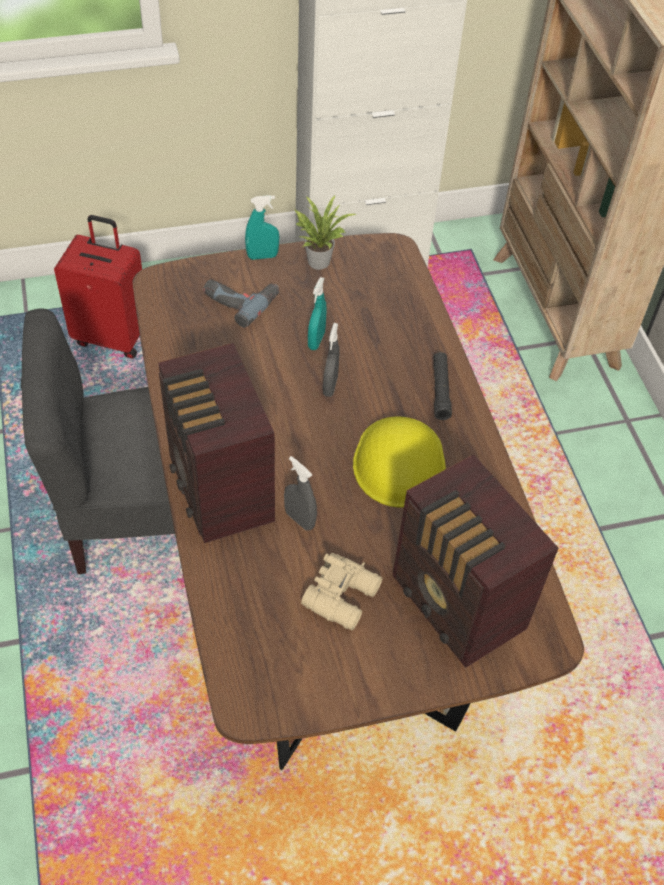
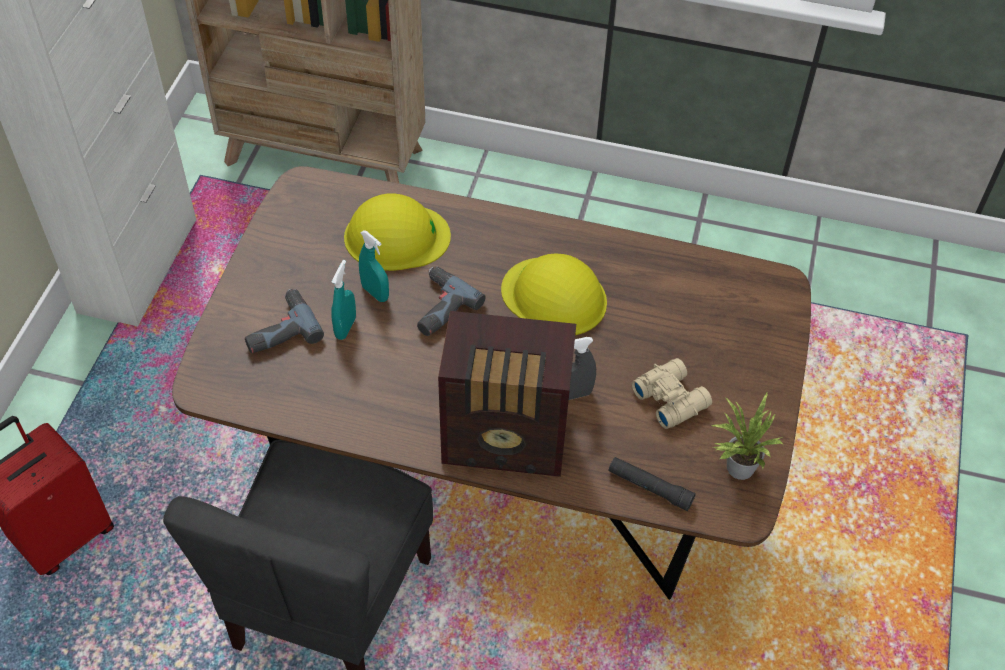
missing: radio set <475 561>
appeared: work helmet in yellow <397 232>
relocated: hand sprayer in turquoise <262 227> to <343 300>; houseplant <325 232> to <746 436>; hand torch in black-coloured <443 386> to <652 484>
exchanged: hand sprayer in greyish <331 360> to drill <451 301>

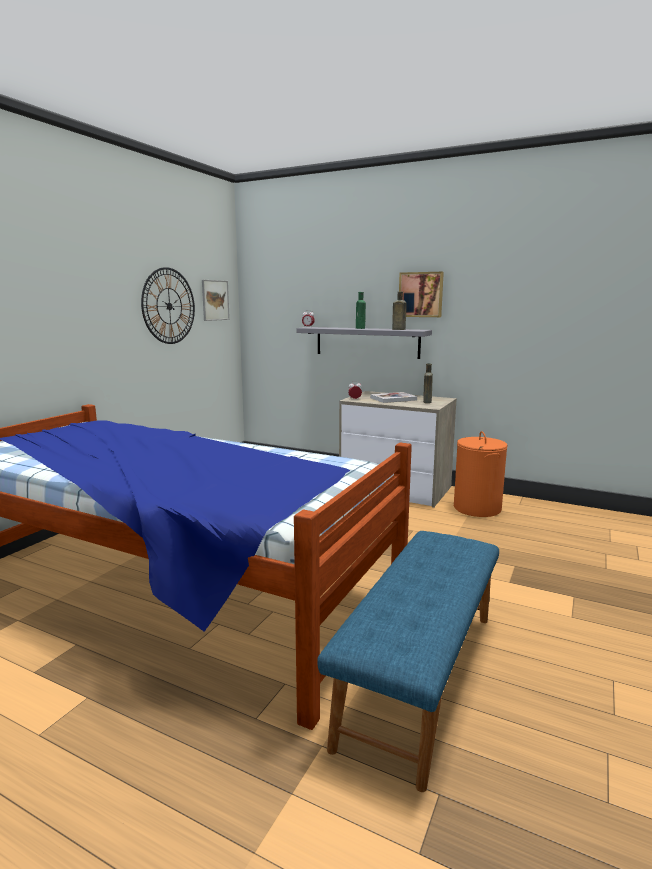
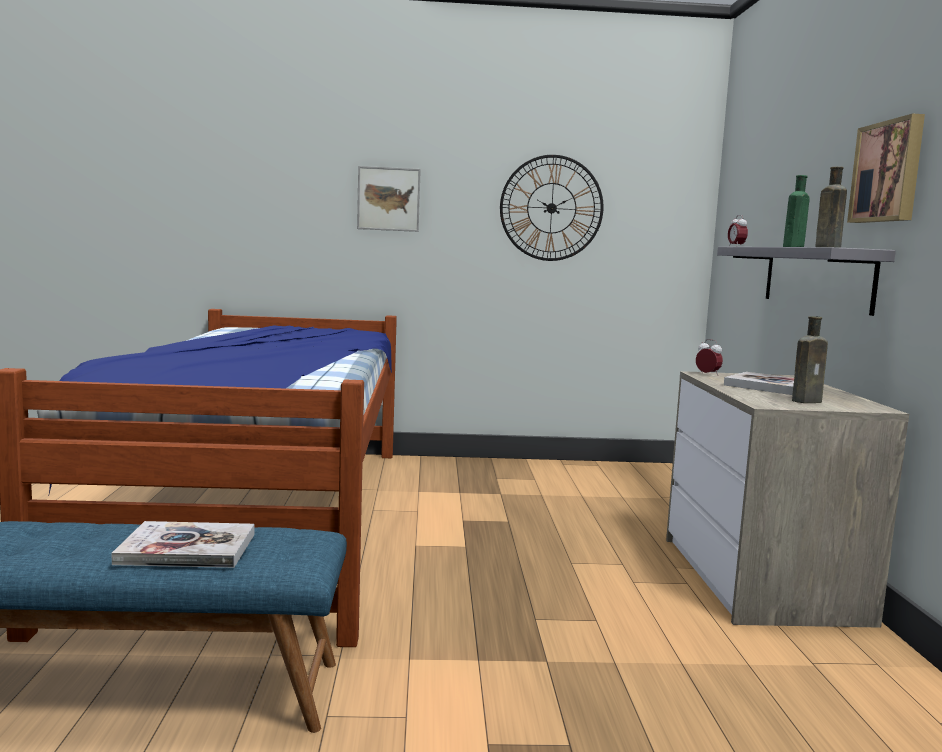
missing: laundry basket in orange <481 474>
appeared: bound book <183 544>
relocated: wall art <216 300> to <389 199>

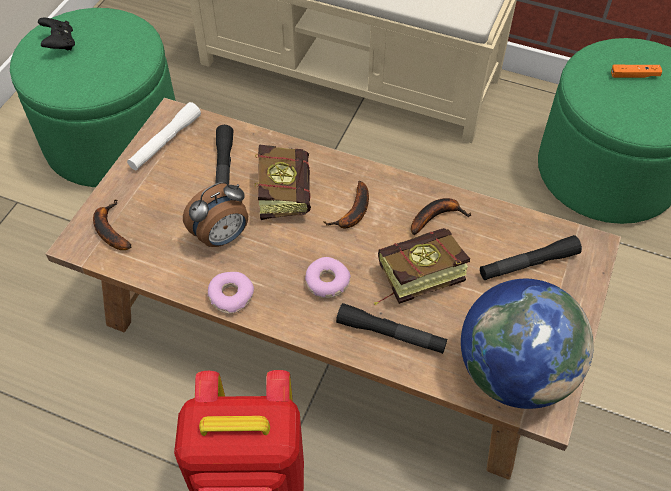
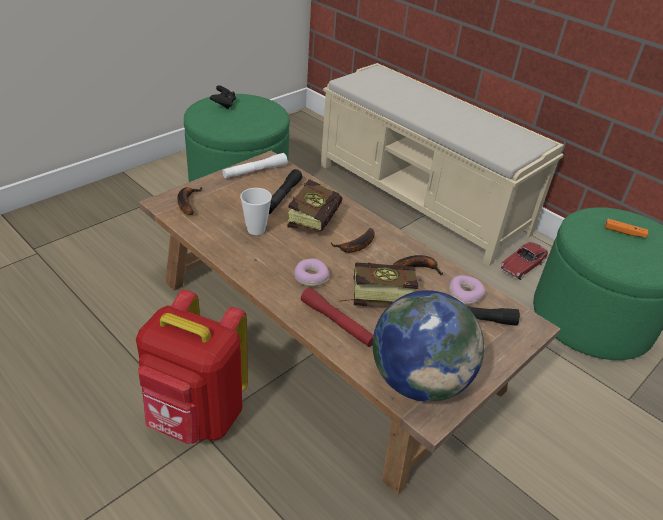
appeared: model car <524 261>
relocated: doughnut <231 293> to <467 289>
exchanged: alarm clock <215 214> to cup <256 211>
colour: hand torch in black-coloured <391 328> to hand torch in reddish <337 317>

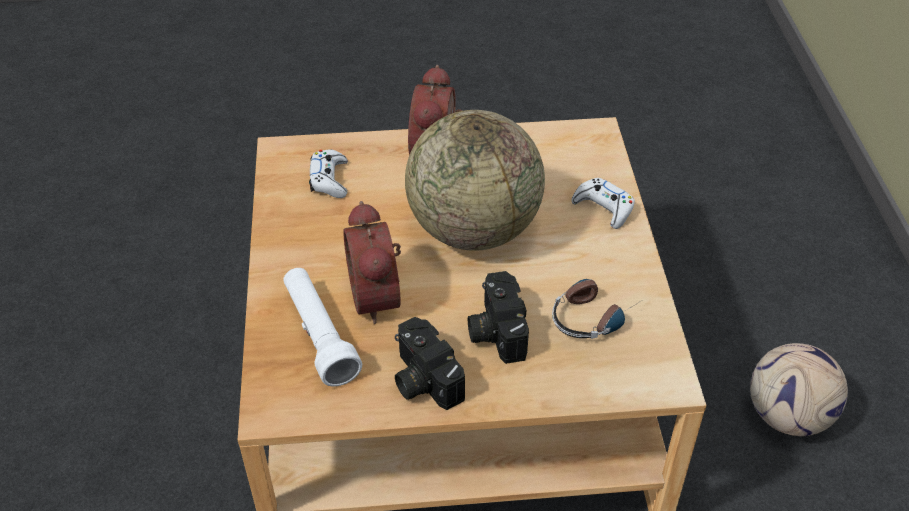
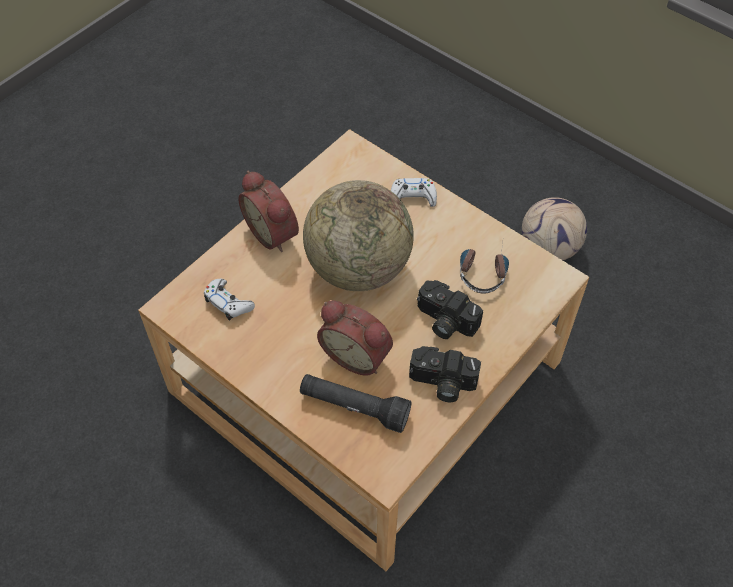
colour: hand torch in white <322 327> to hand torch in black-coloured <356 403>

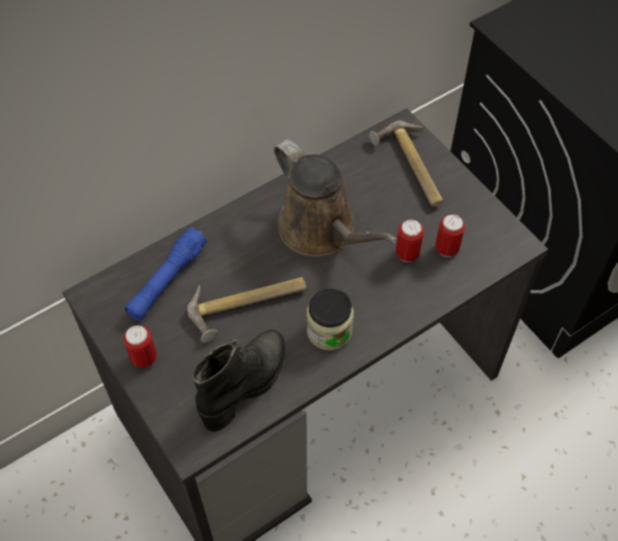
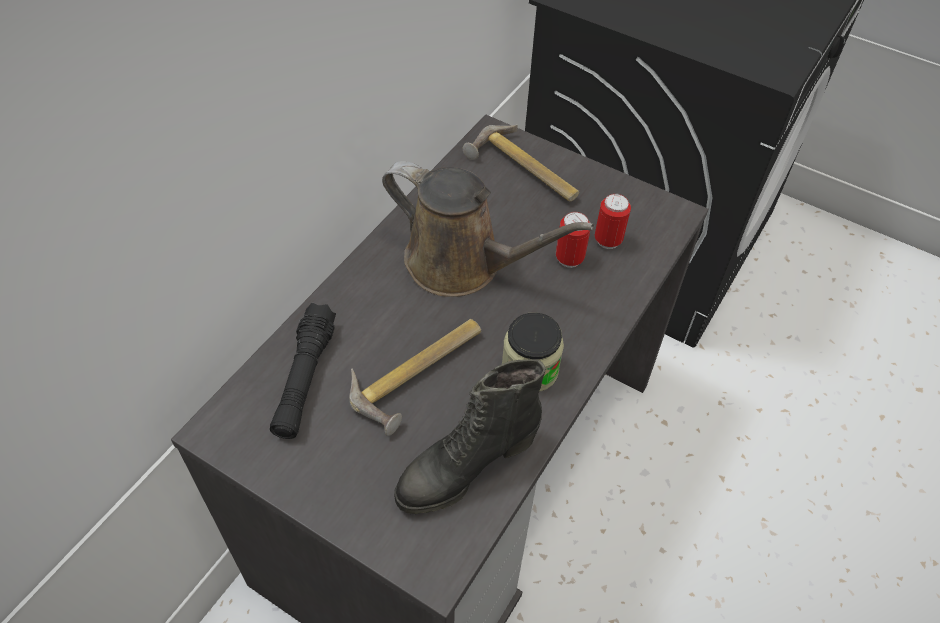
missing: sealed can <140 346>
colour: hand torch in bluish <165 274> to hand torch in black-coloured <303 371>
spun: high-top boot in black-coloured <239 381> = <470 436> 135 degrees counterclockwise

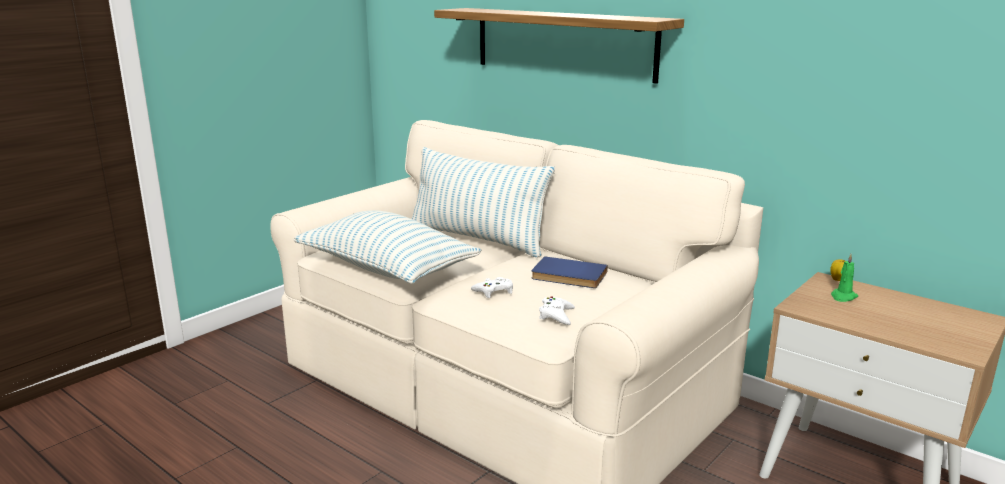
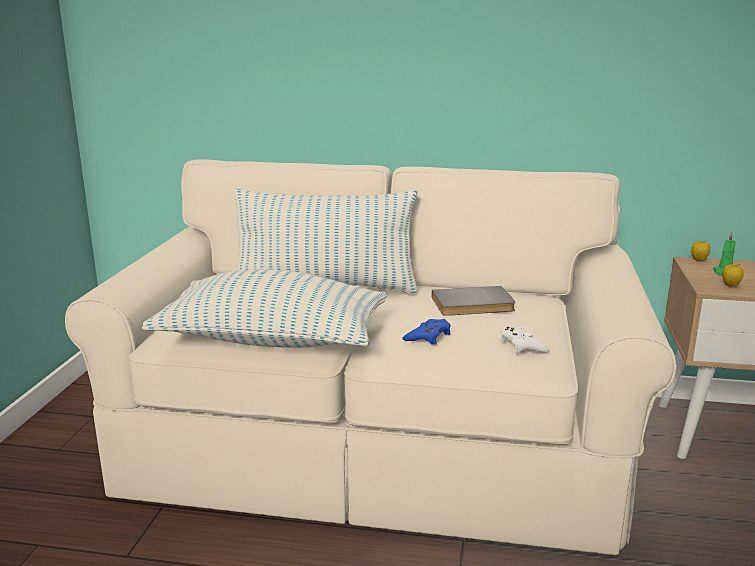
missing: shelf <559 46>
appeared: whole apple <733 275>
colour: gamepad in white <492 287> to gamepad in bluish <426 332>; bound book in bluish <569 272> to bound book in greyish <474 301>

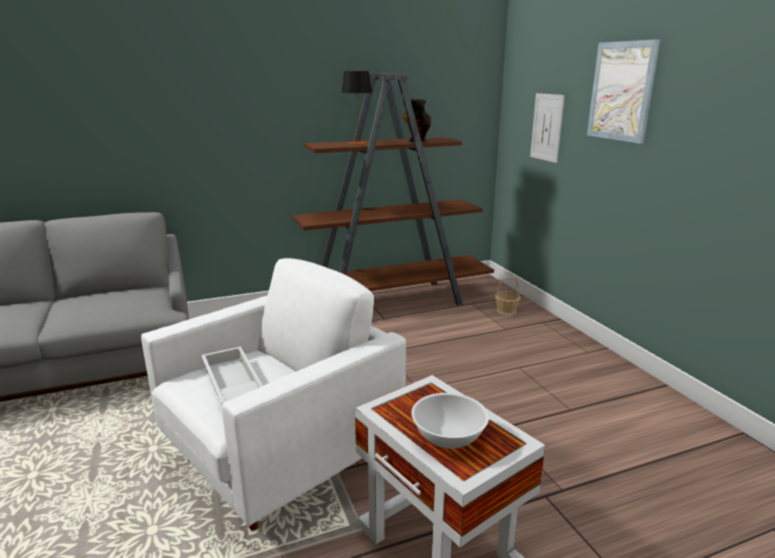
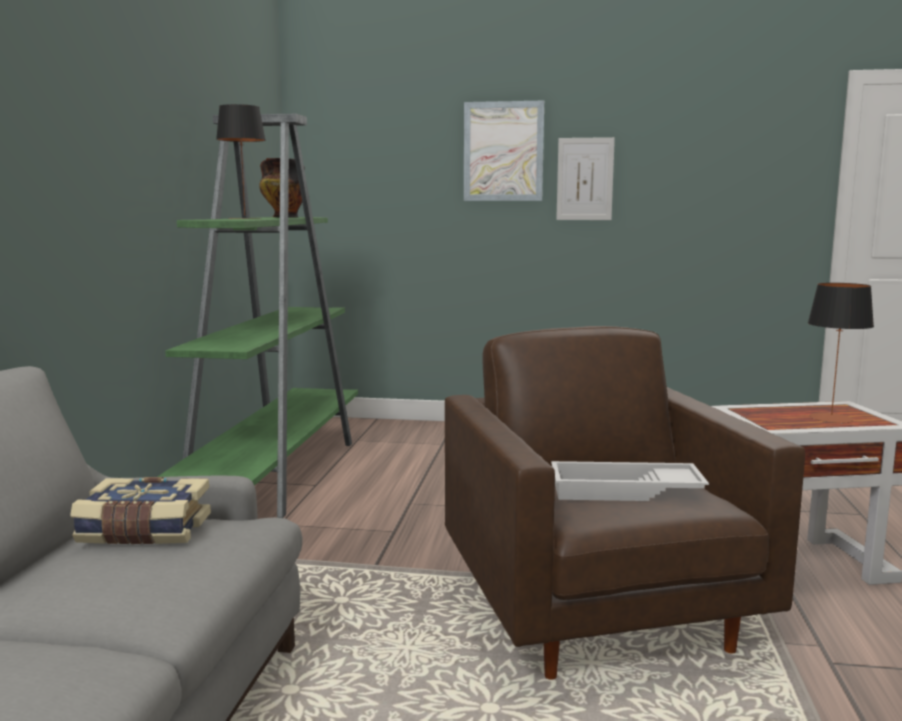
missing: household basket <508 295>
appeared: bound book <140 510>
relocated: wall art <547 128> to <585 178>
exchanged: bowl in white <450 421> to table lamp <841 353>
colour: easy chair in white <273 394> to easy chair in brown-coloured <625 503>; shelving unit in brown-coloured <393 189> to shelving unit in greenish <257 316>

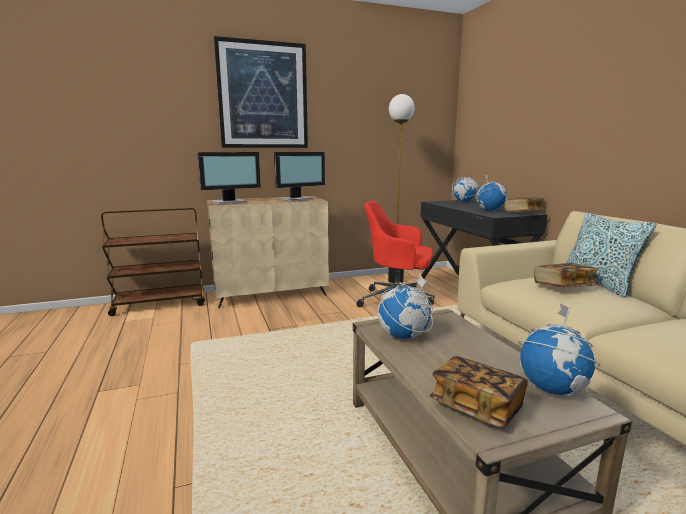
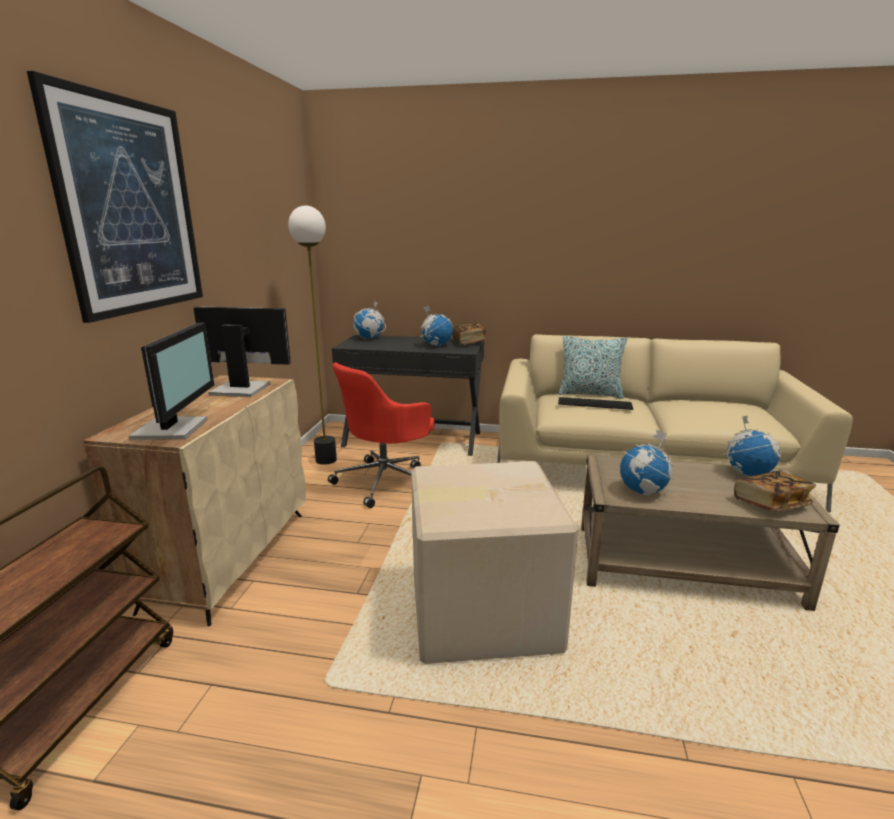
appeared: cardboard box <494 562>
exchanged: bound book <566 275> to PC keyboard <595 403>
spun: computer screen <299 177> = <242 352> 75 degrees counterclockwise

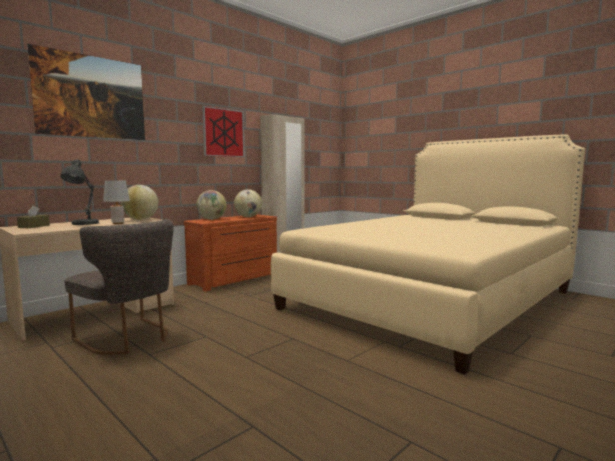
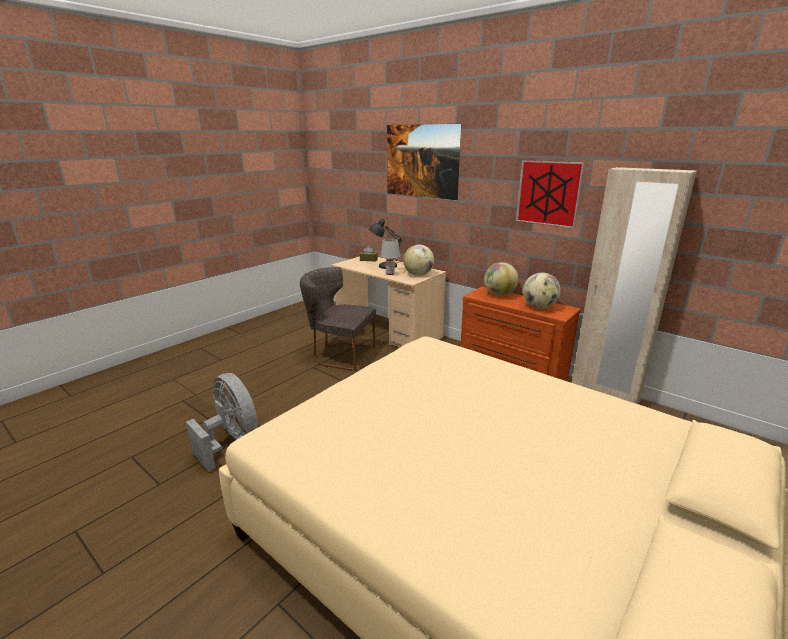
appeared: fan in greyish <222 422>
spun: chair in greyish <119 287> = <338 319> 75 degrees clockwise

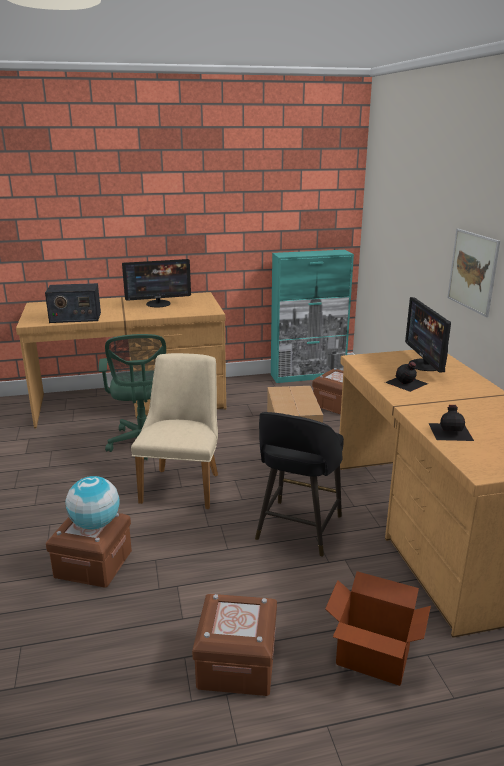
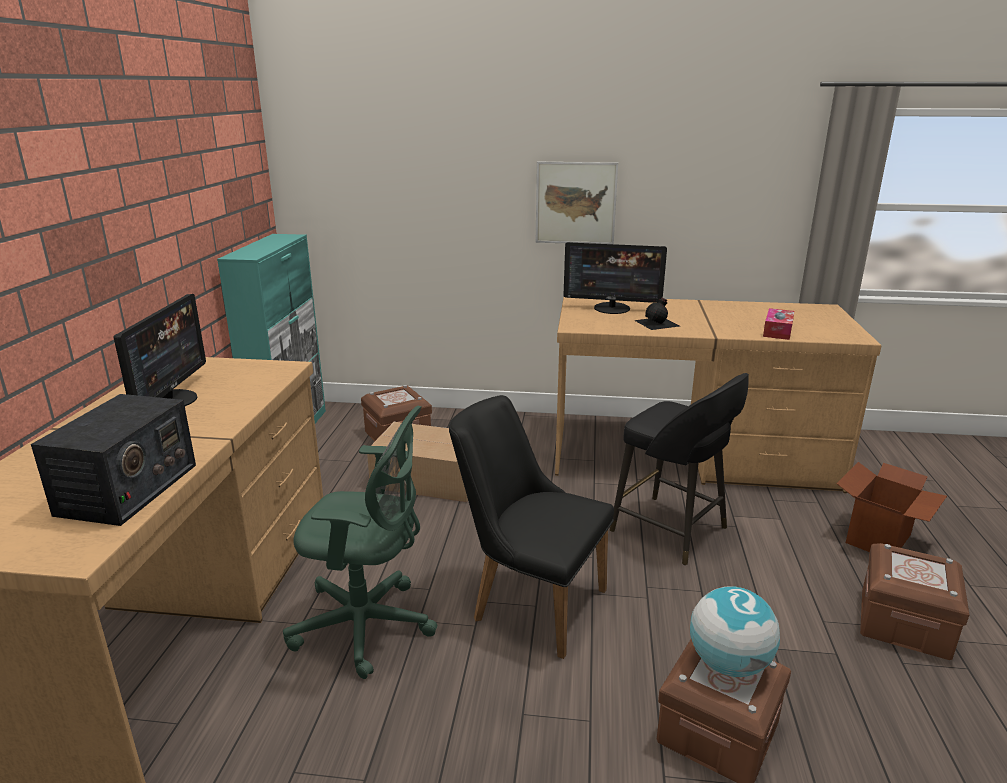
exchanged: beverage bottle in black-coloured <451 423> to tissue holder <779 324>
colour: chair in beige <174 431> to chair in black-coloured <531 527>

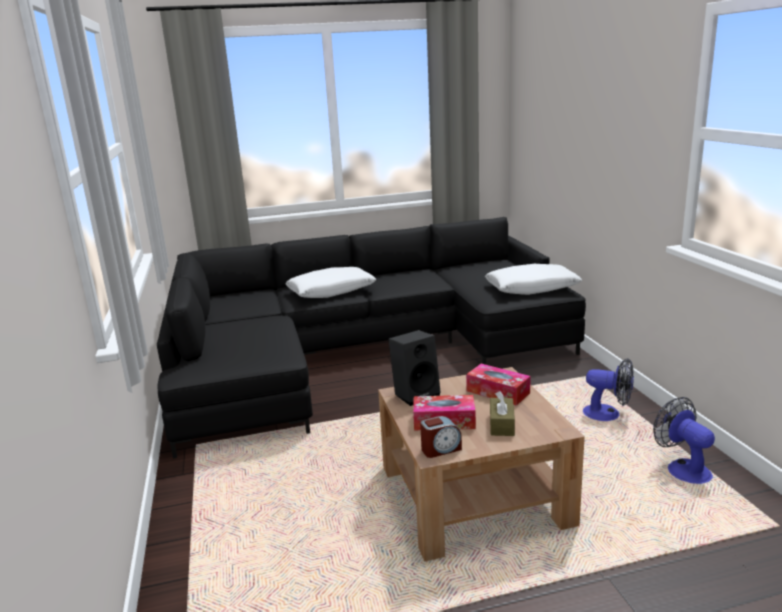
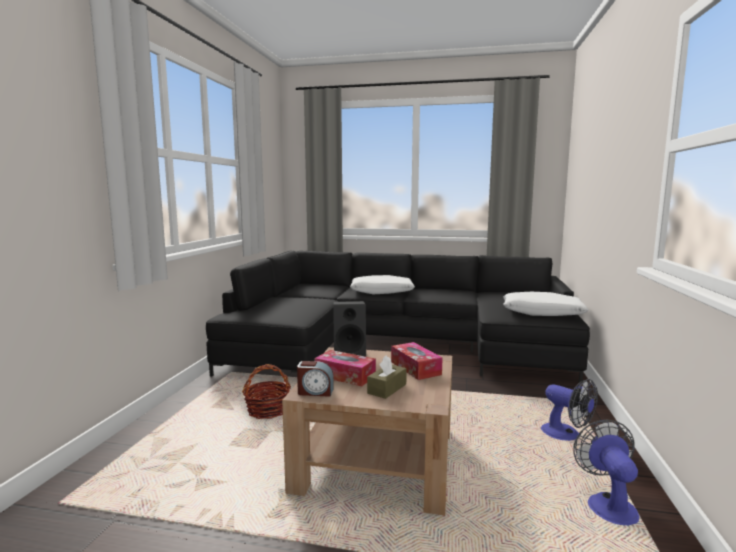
appeared: household basket <266 391>

